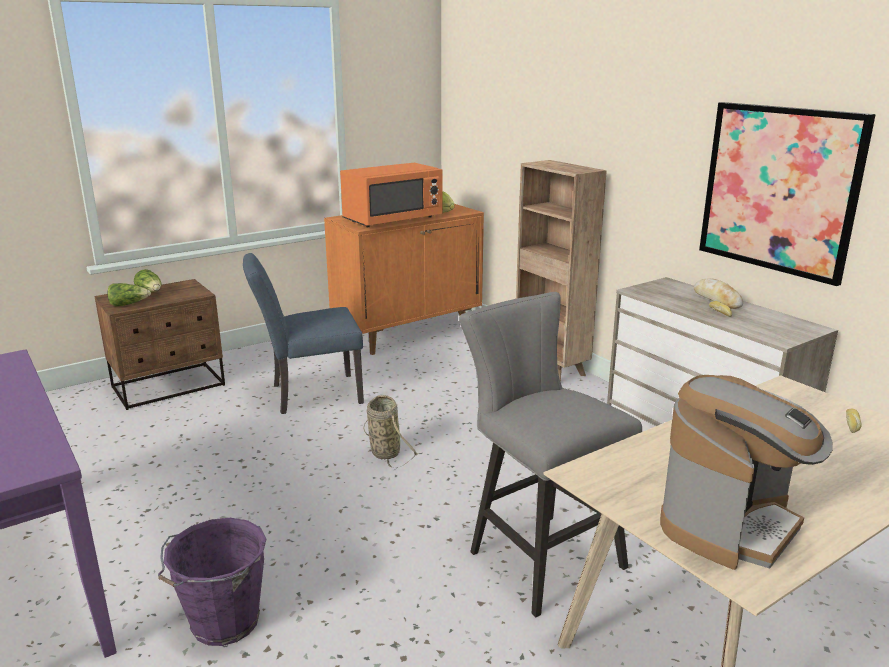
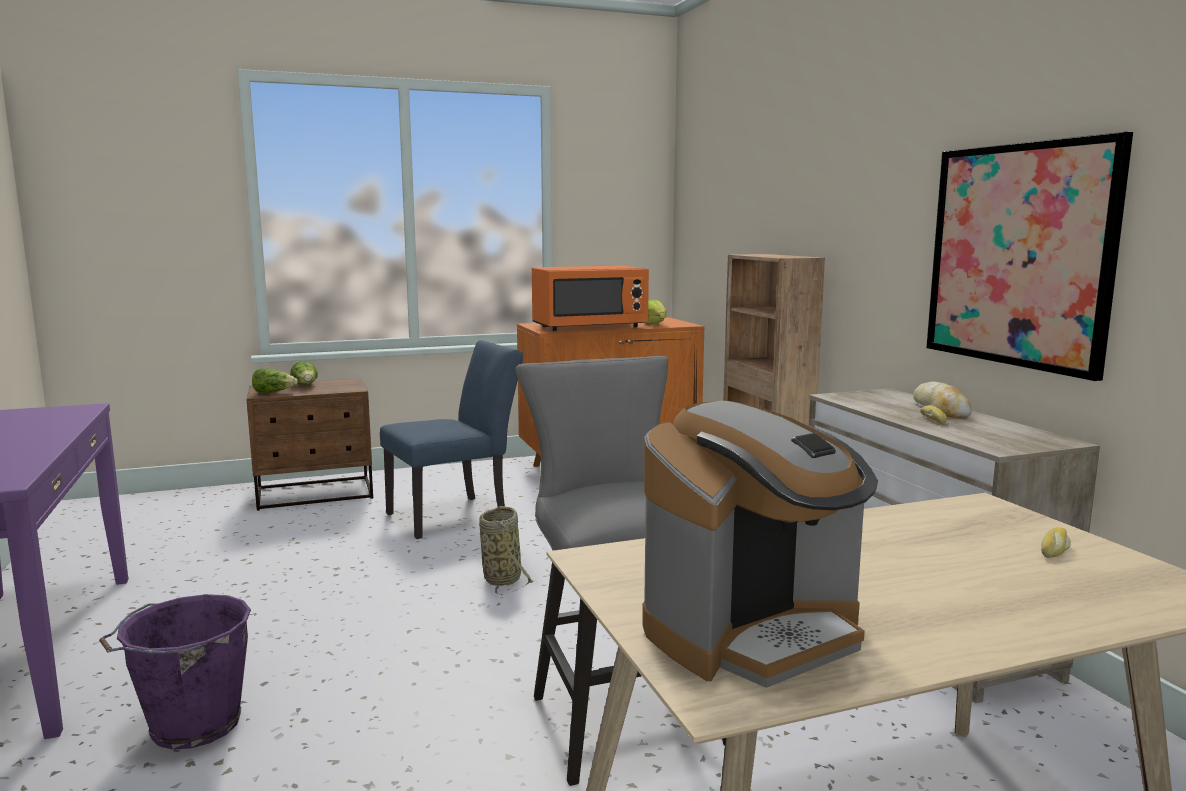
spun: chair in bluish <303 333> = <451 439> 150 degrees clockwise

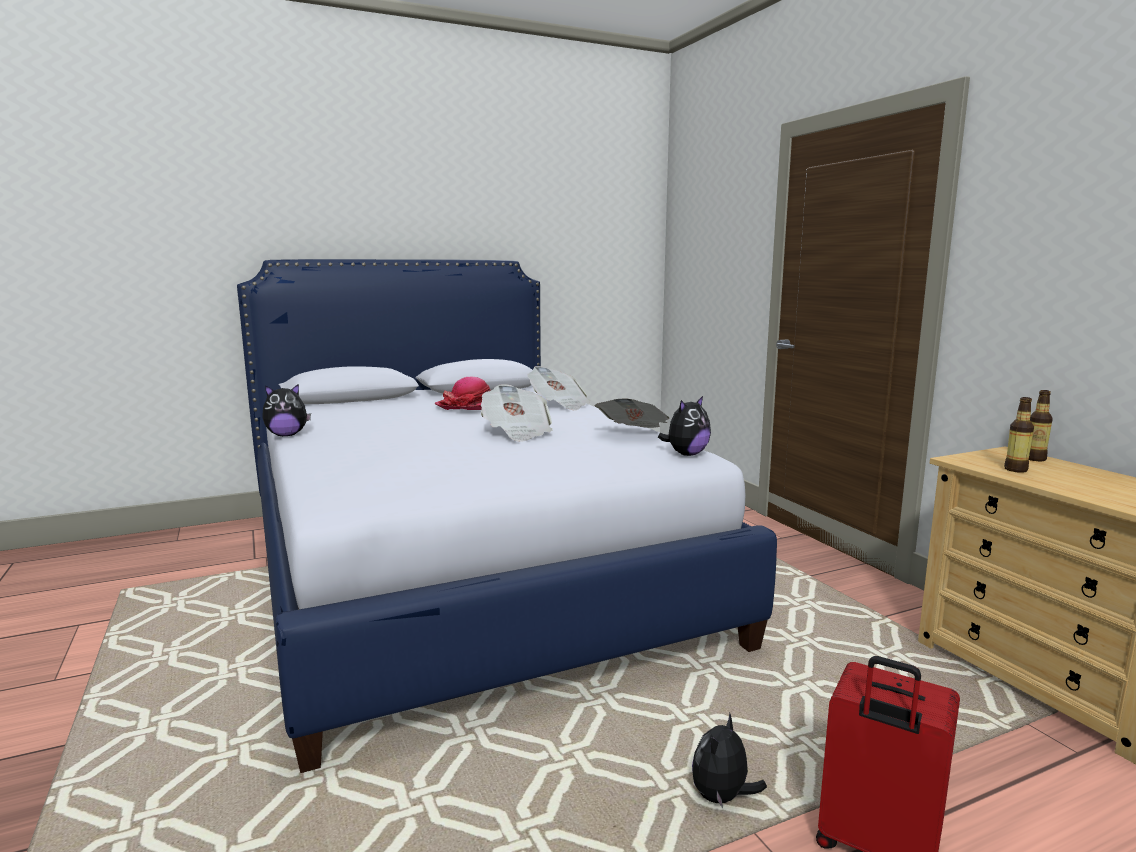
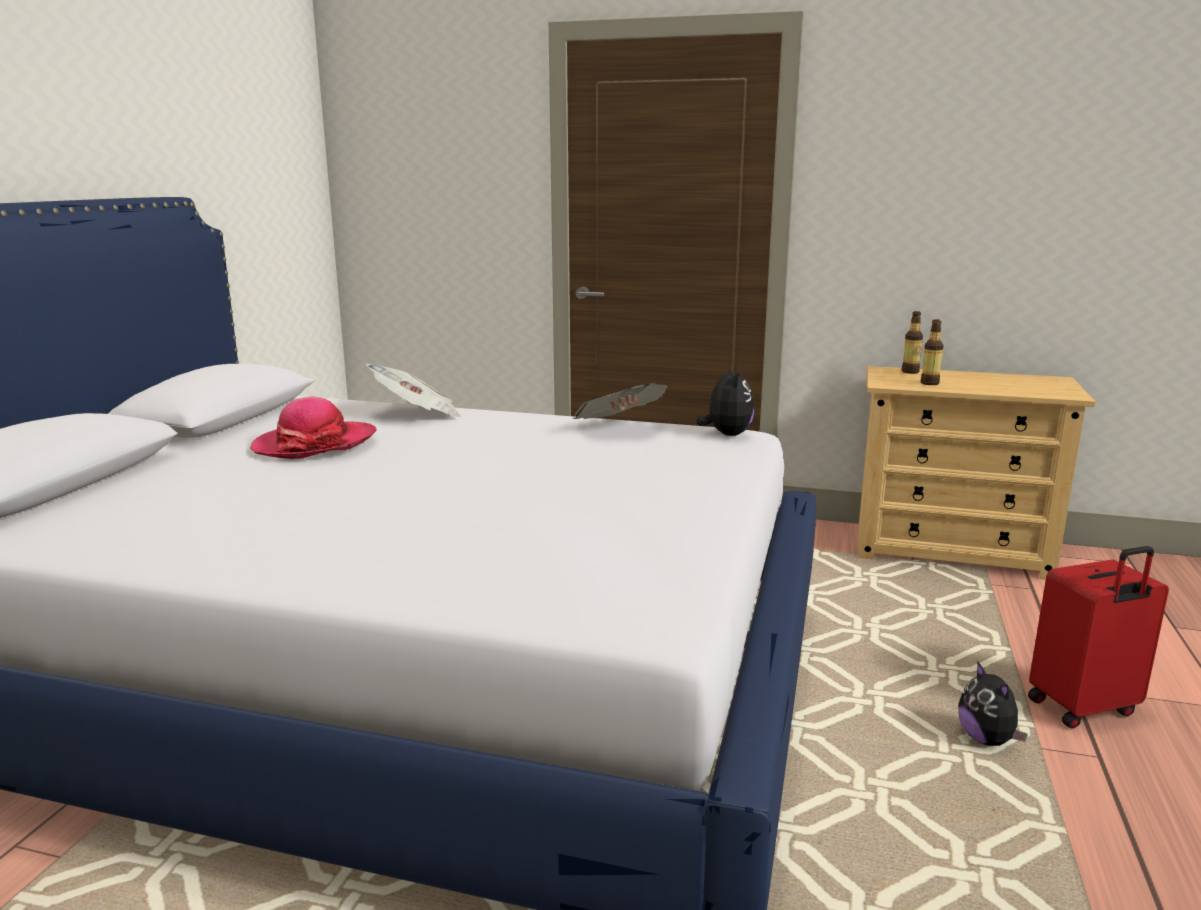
missing: soft toy <286 410>; printed paper <516 413>

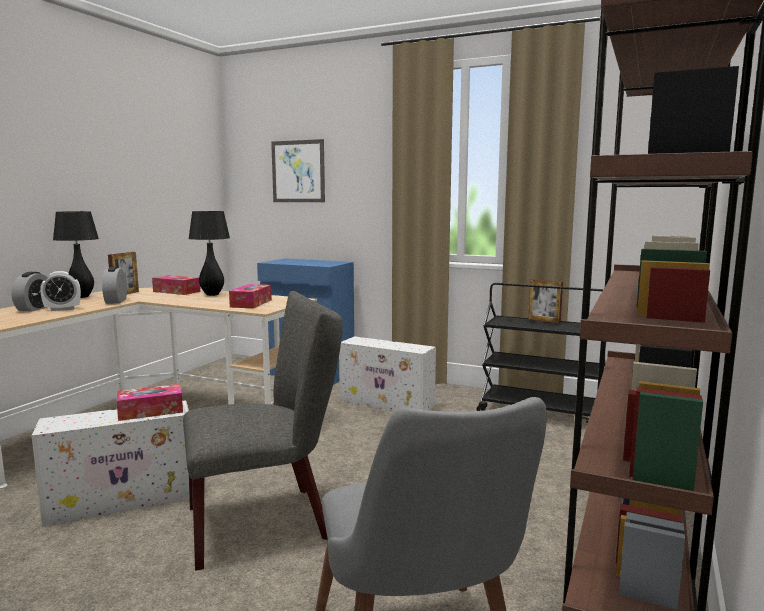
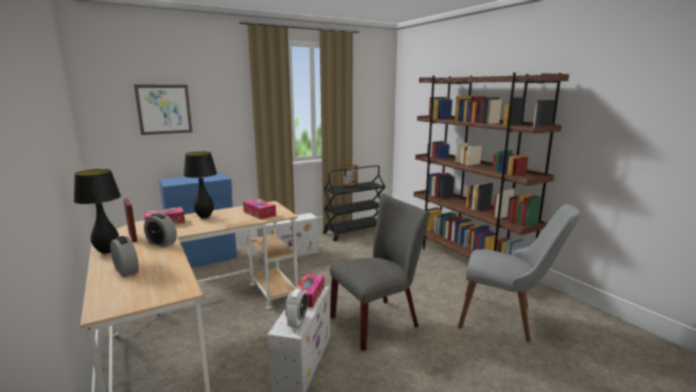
relocated: alarm clock <60 291> to <296 308>
spun: chair in greyish <263 431> = <379 272> 45 degrees clockwise

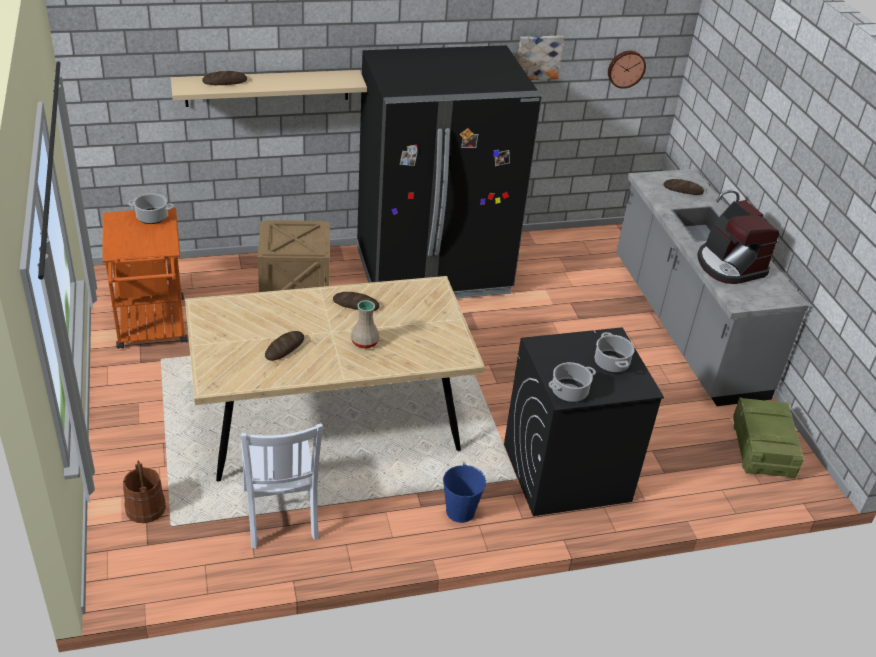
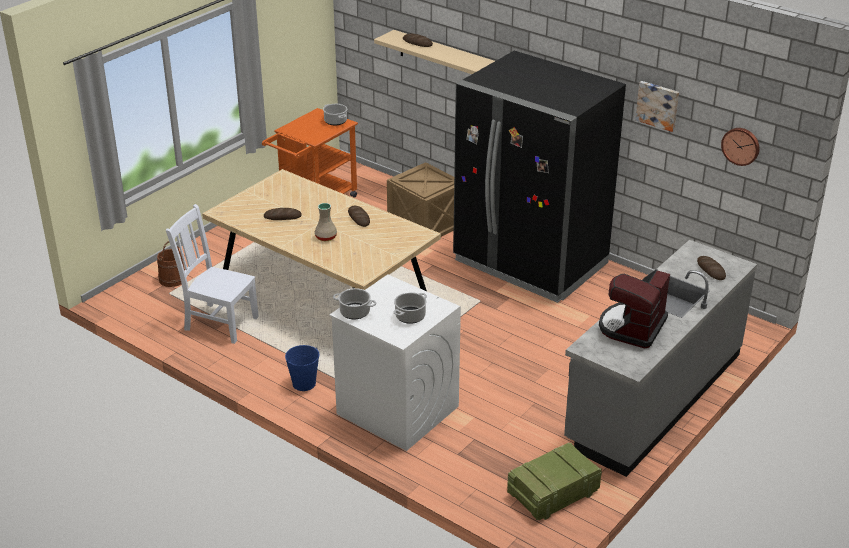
colour: laundry machine in black-coloured <584 421> to laundry machine in white <395 362>
spun: chair in white <282 485> = <212 274> 75 degrees clockwise

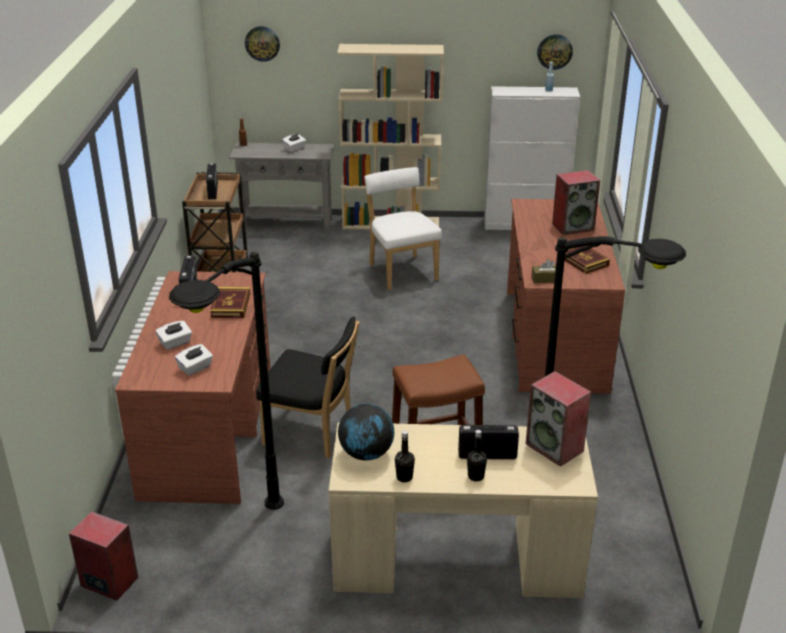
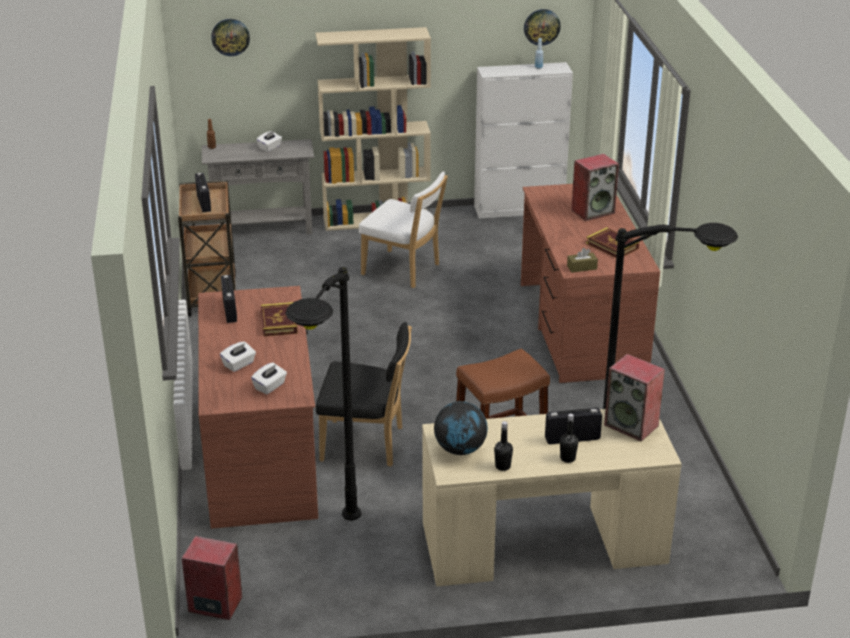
spun: chair in white <403 228> = <403 229> 150 degrees clockwise

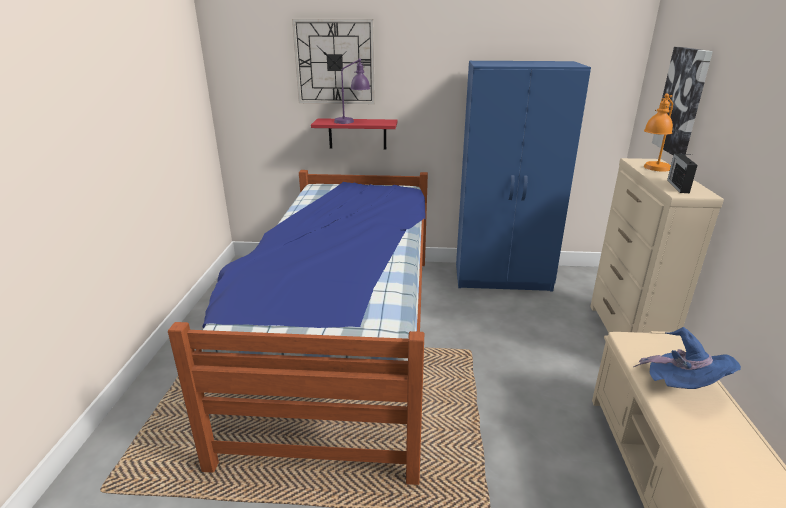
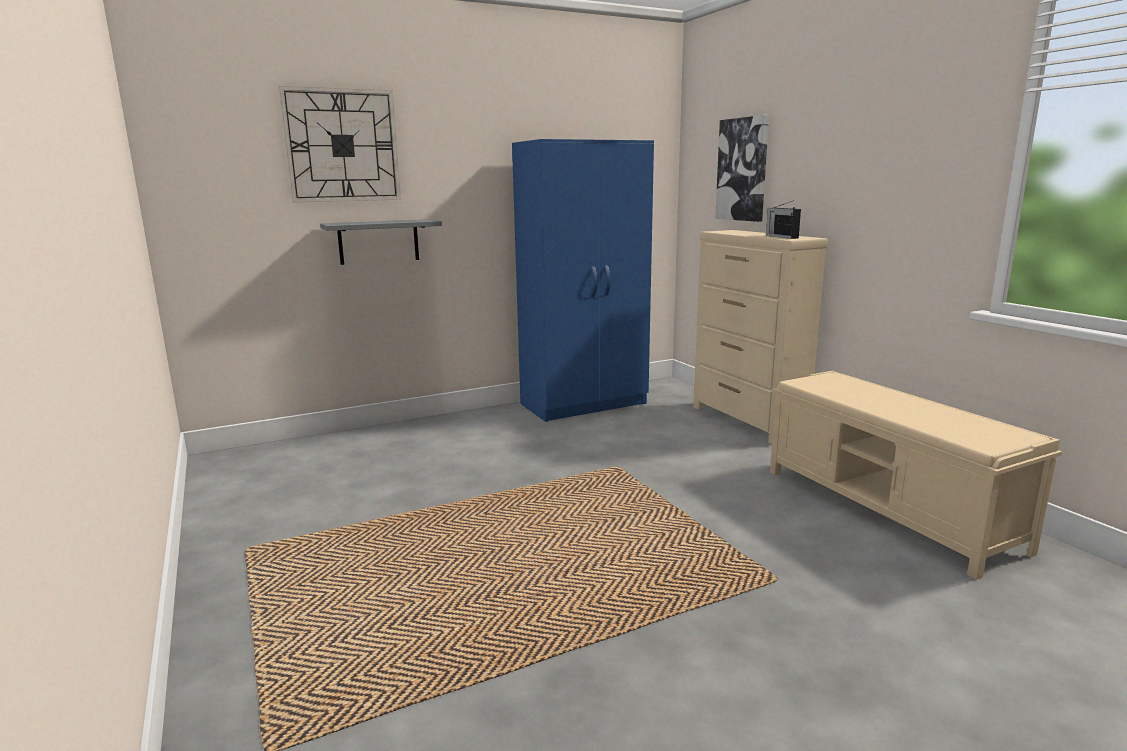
missing: bedroom bed <298 327>; table lamp in purplish <352 91>; hat in bluish <687 358>; table lamp in orange <658 132>
colour: shelf in reddish <354 133> to shelf in greyish <381 242>

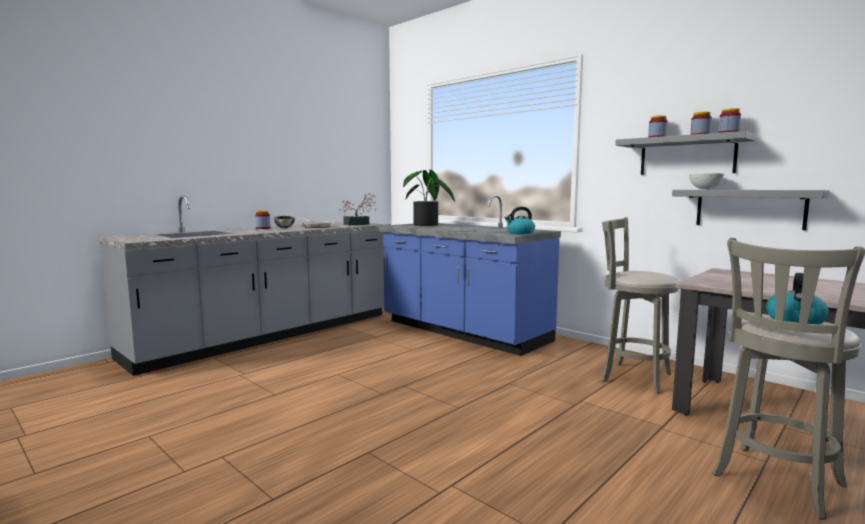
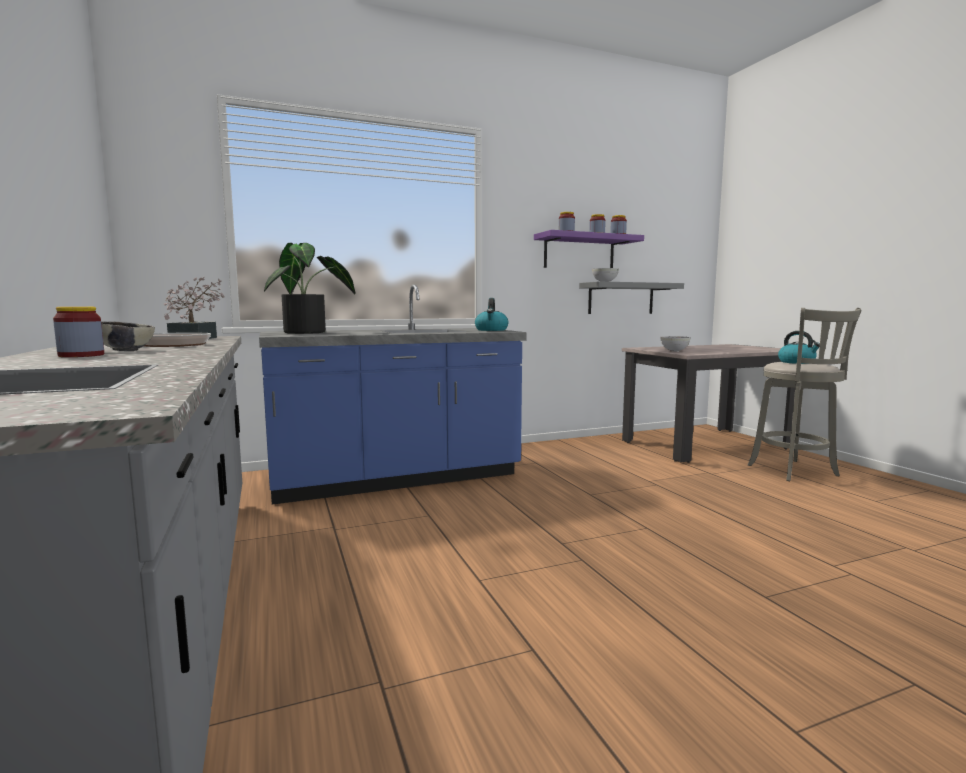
missing: sitting stool in greyish <640 305>
appeared: bowl <676 344>
colour: shelf in greyish <685 153> to shelf in purplish <589 249>

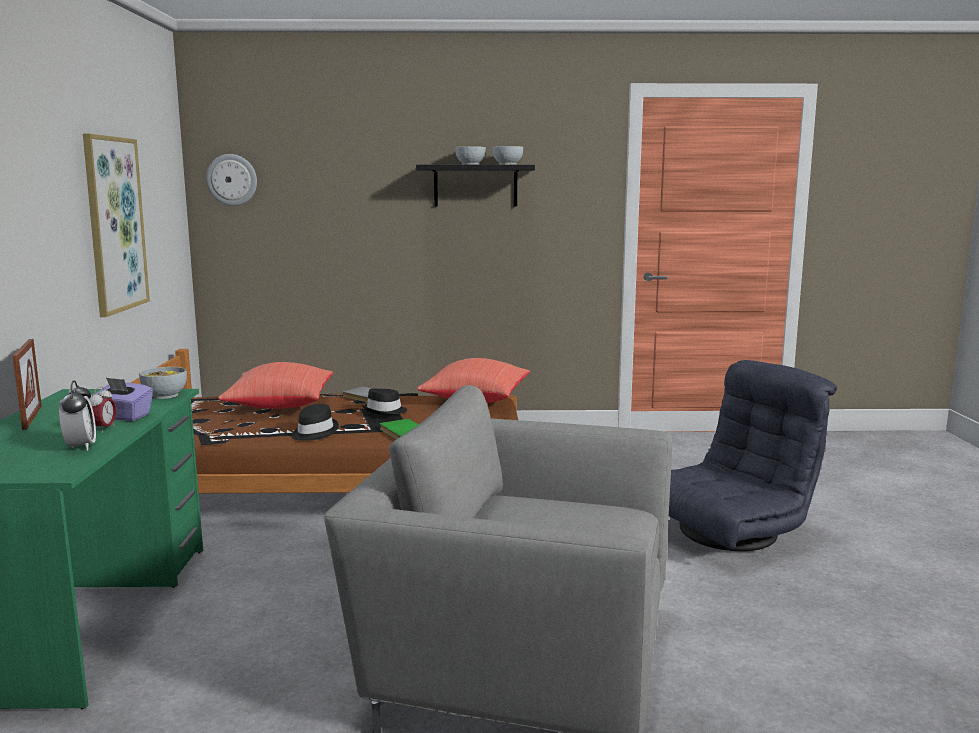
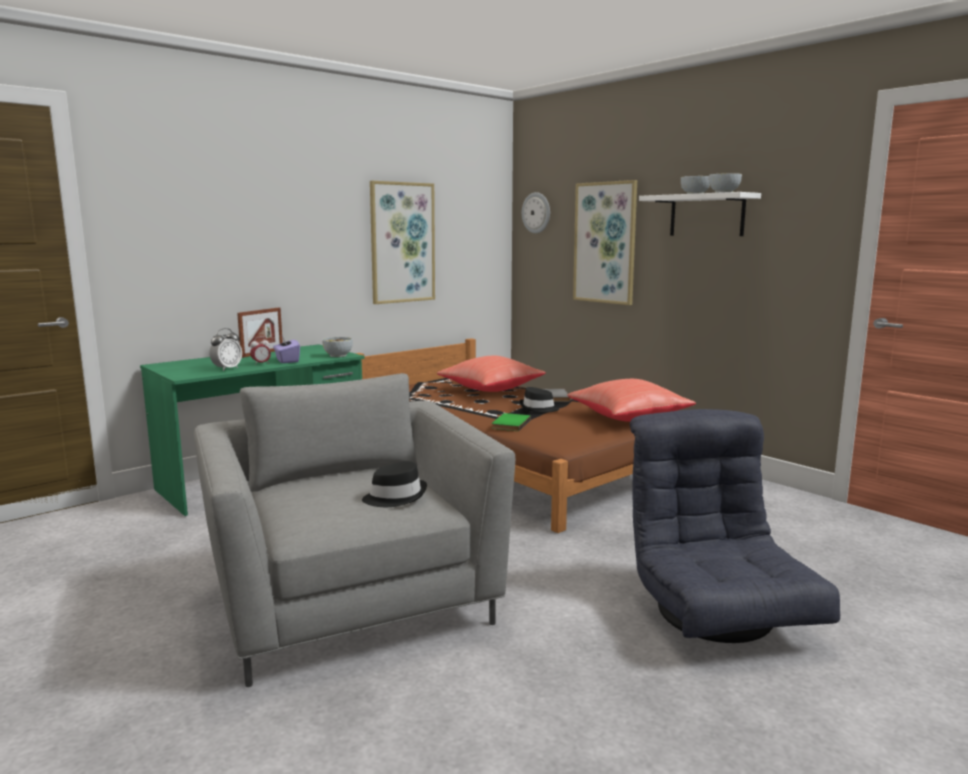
appeared: wall art <605 242>
relocated: hat in black-coloured <315 422> to <394 484>
colour: shelf in black-coloured <475 185> to shelf in white <700 214>
spun: easy chair in greyish <753 455> = <735 526> 120 degrees counterclockwise

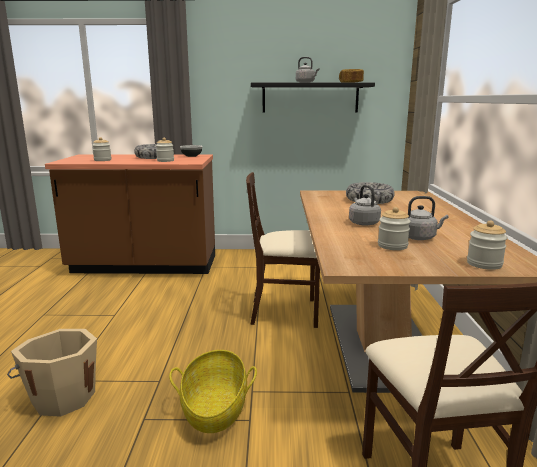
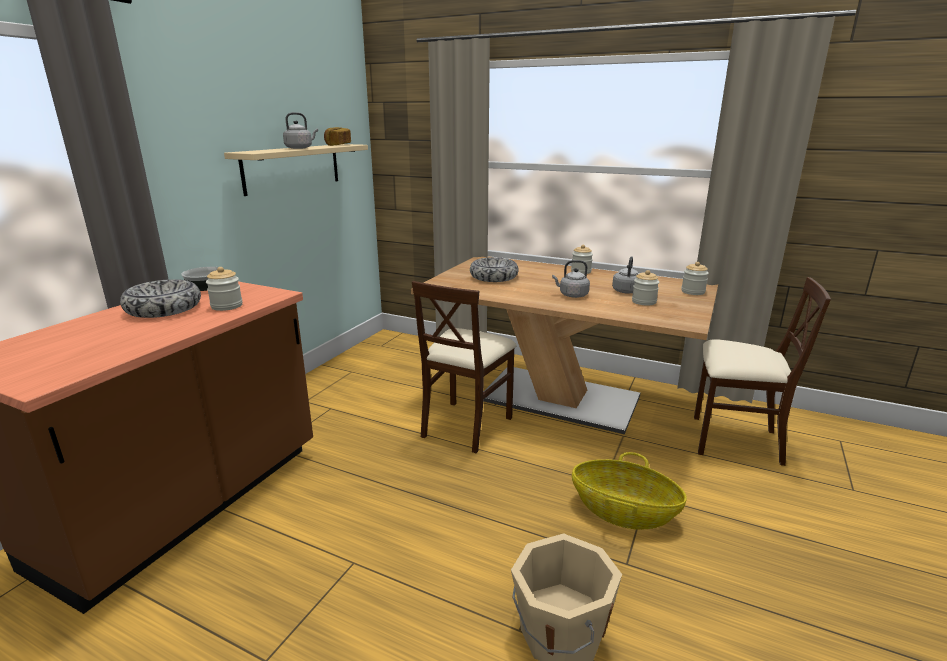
relocated: preserve jar <101 149> to <582 259>
colour: shelf in black-coloured <313 98> to shelf in beige <296 170>

